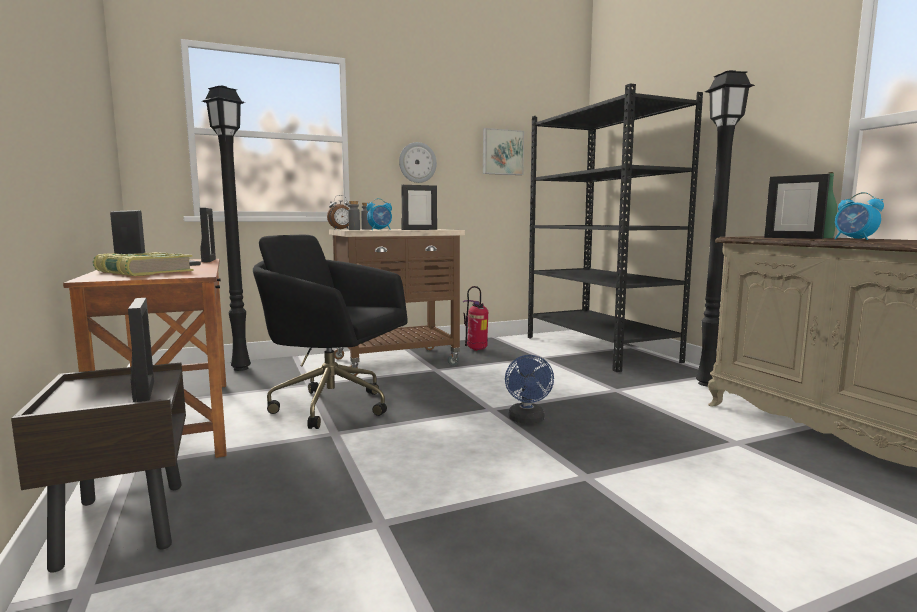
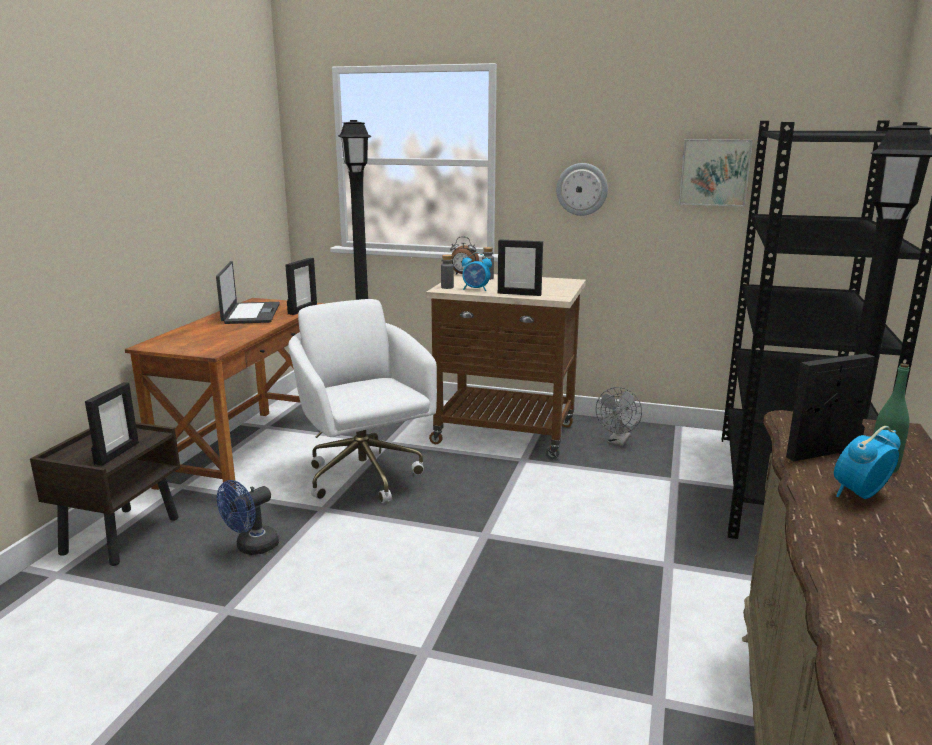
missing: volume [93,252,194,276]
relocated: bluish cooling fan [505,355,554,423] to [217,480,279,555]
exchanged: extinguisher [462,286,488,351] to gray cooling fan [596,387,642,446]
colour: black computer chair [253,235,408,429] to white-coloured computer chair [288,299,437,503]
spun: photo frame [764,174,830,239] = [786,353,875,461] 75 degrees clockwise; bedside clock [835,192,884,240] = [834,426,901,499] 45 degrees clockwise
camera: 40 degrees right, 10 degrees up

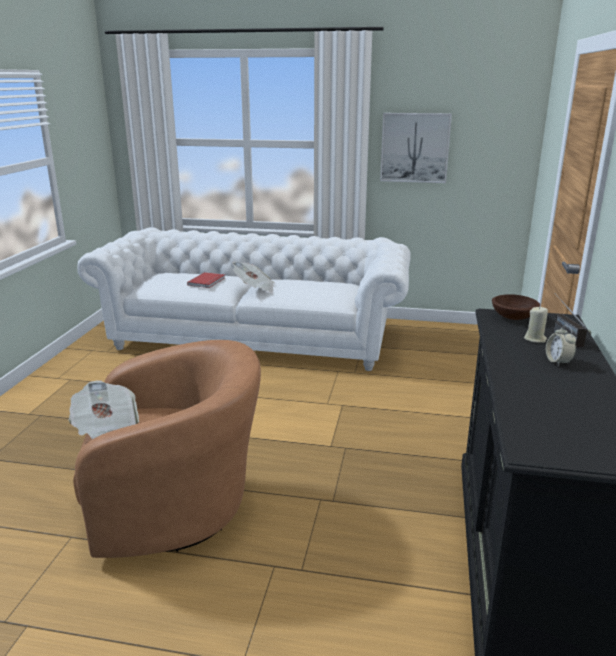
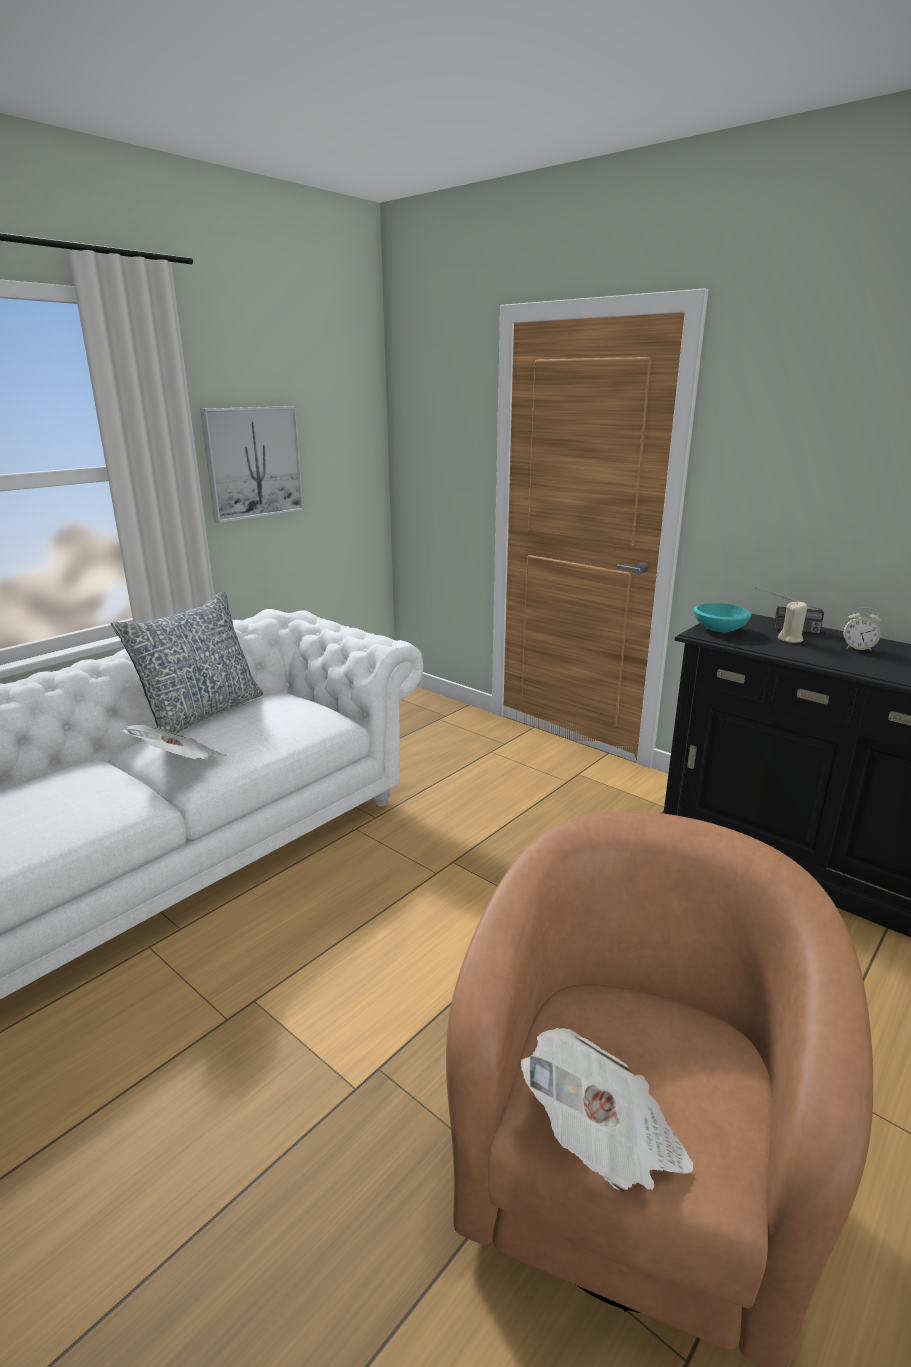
missing: reddish volume [187,272,225,288]
appeared: cushion [111,591,263,734]
colour: brown deep dish [492,294,540,320] to blue-green deep dish [694,603,752,632]
camera: 60 degrees left, 0 degrees up

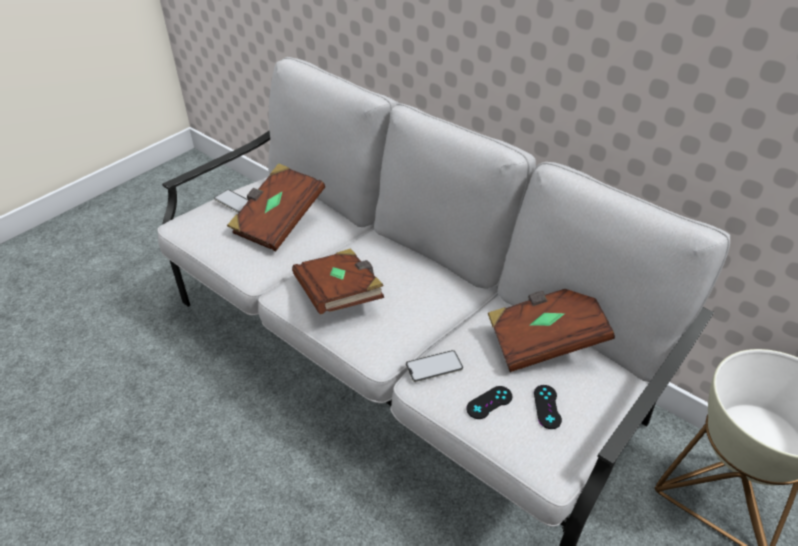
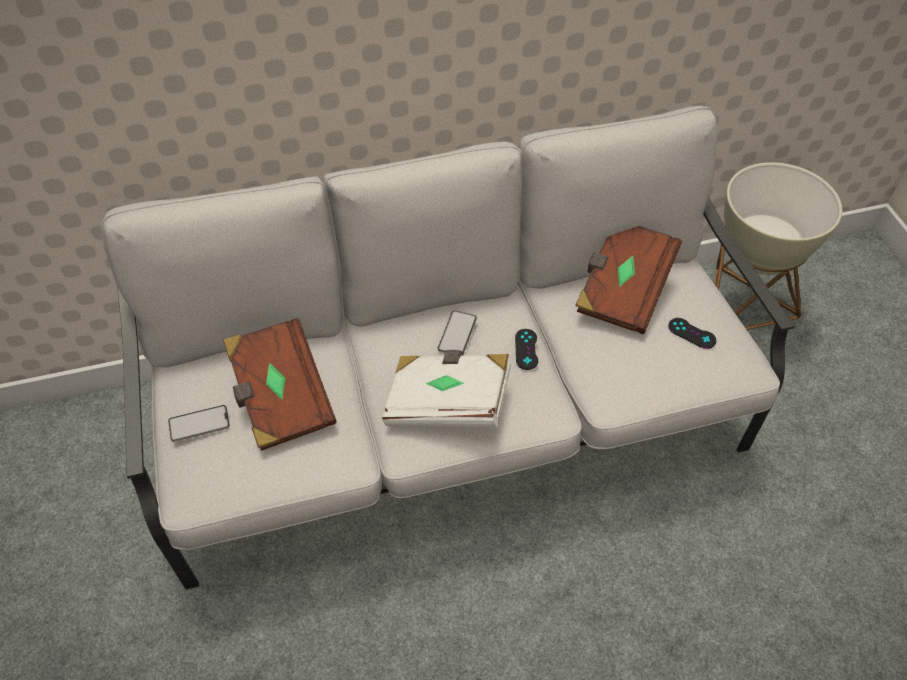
relocated: handset [406,350,463,382] to [437,311,477,354]; black gamepad [466,386,512,419] to [515,329,538,370]
colour: brown volume [292,248,384,315] to white-coloured volume [382,350,511,427]
camera: 55 degrees left, 10 degrees up

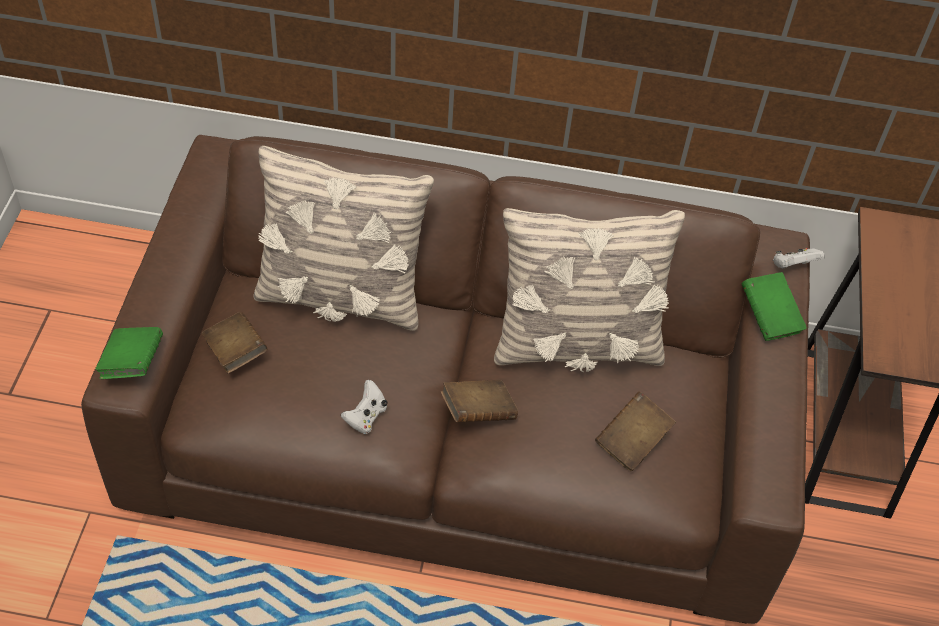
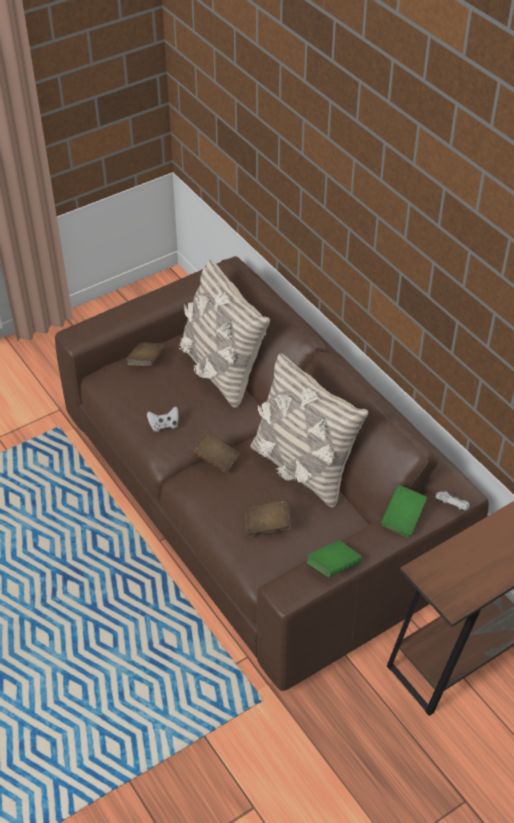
relocated: green-coloured volume [95,327,163,379] to [307,541,362,577]
camera: 50 degrees right, 5 degrees down

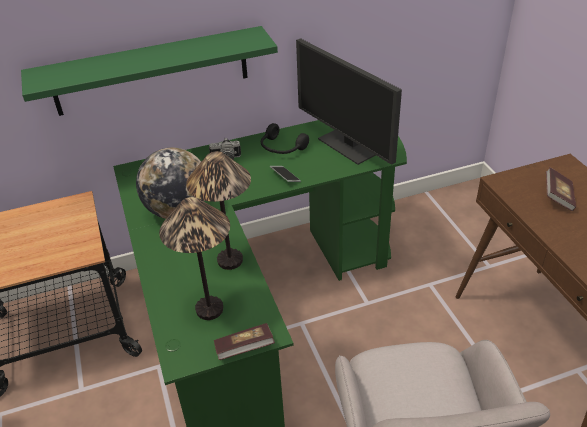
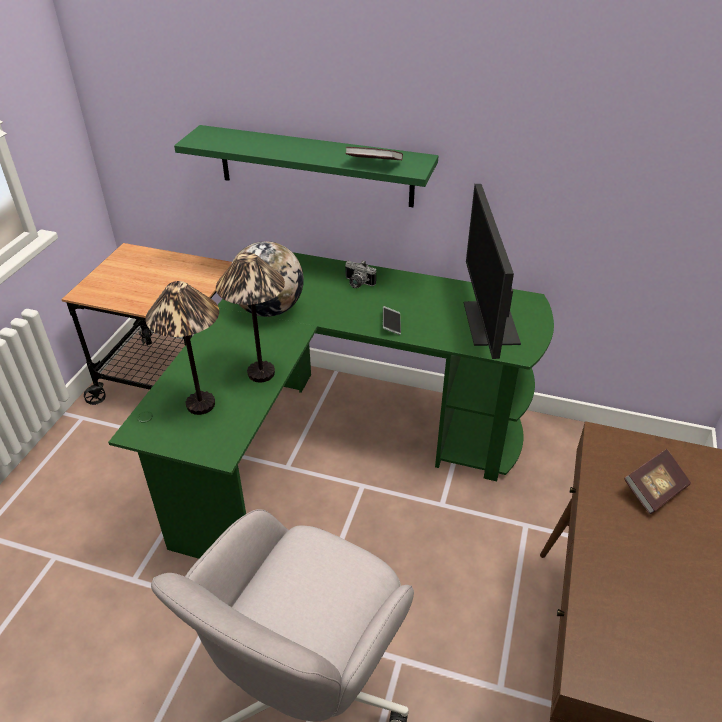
missing: black pair of headphones [261,123,309,154]
relocated: volume [214,323,275,360] to [346,147,403,160]
camera: 35 degrees right, 0 degrees up

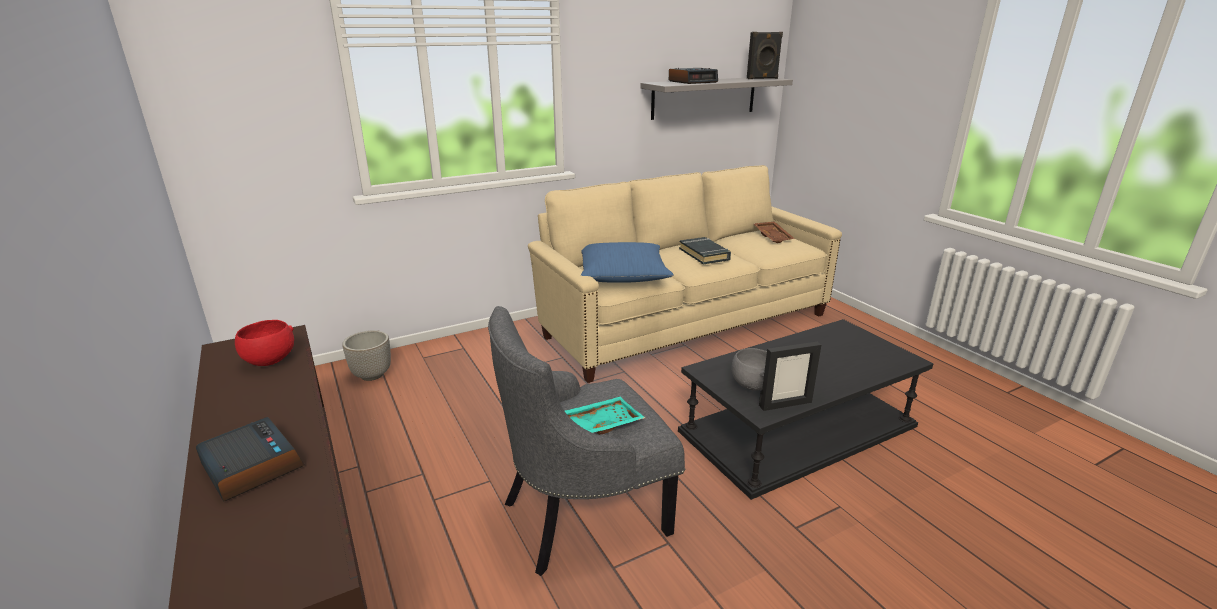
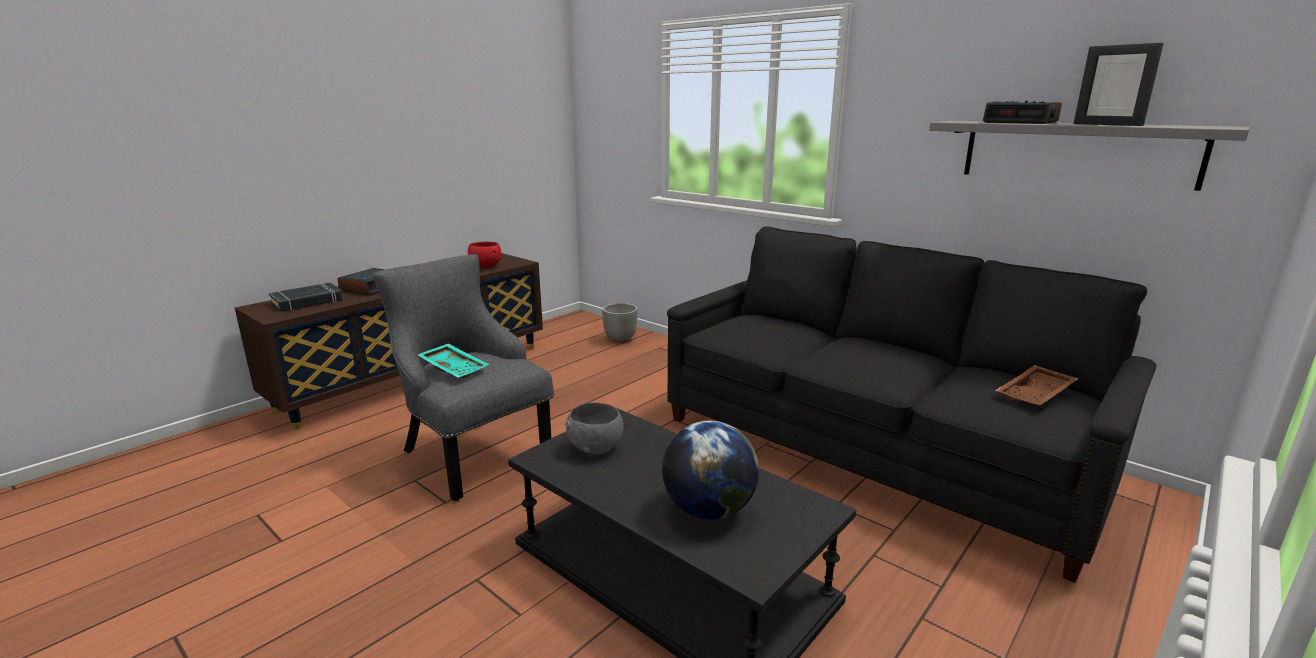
missing: bluish cushion [581,242,674,283]; black audio speaker [747,32,783,79]
appeared: world globe [662,421,759,520]
relocated: black volume [679,237,731,264] to [269,283,343,312]; photo frame [759,342,821,411] to [1073,43,1164,126]
colour: sand-coloured sofa [528,165,842,383] to black sofa [667,226,1157,583]
camera: 70 degrees right, 5 degrees down

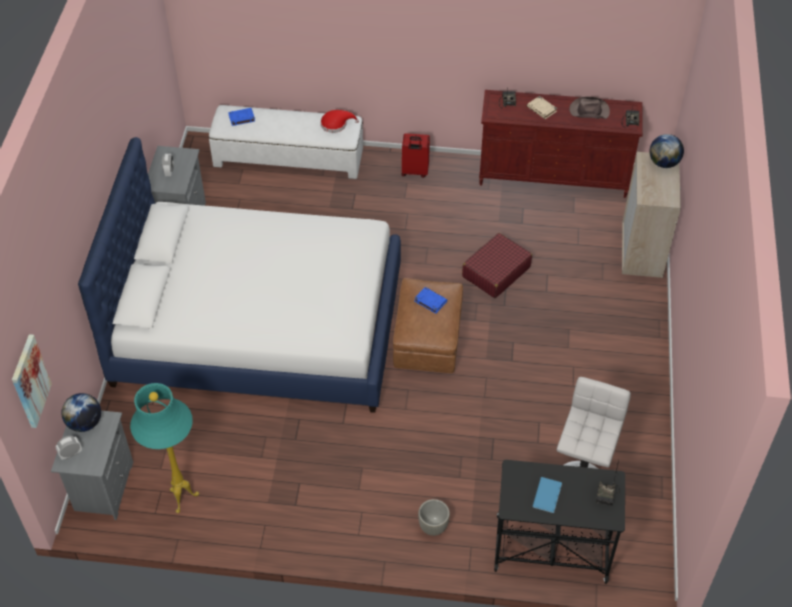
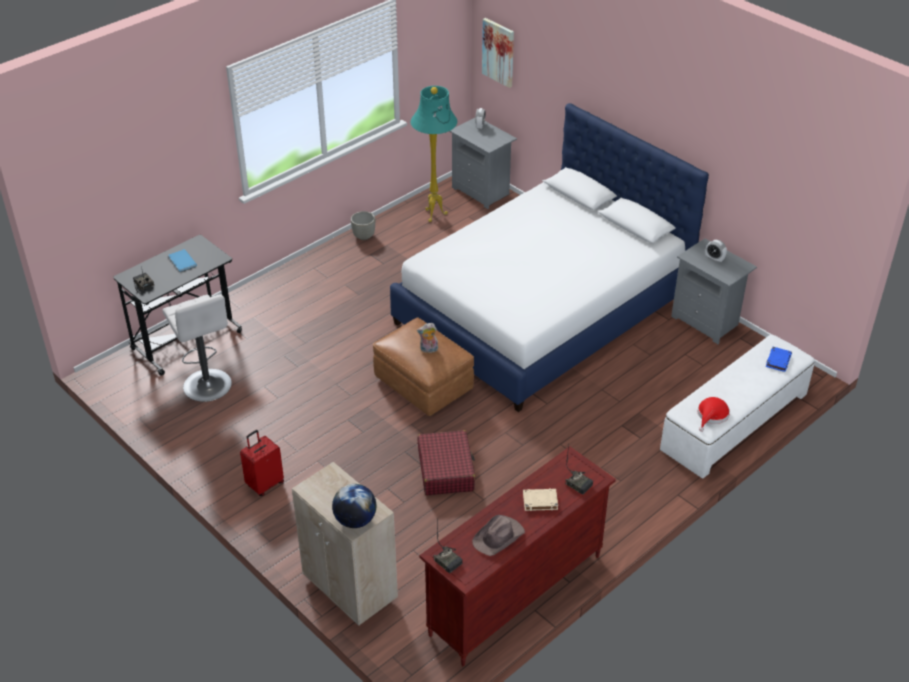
missing: world globe [61,393,101,432]
relocated: reddish suitcase [401,133,430,178] to [240,430,284,496]; gray planter [418,499,450,536] to [351,211,375,240]
exchanged: bluish volume [414,287,447,314] to cuddly toy [417,323,438,353]
camera: 130 degrees right, 10 degrees down

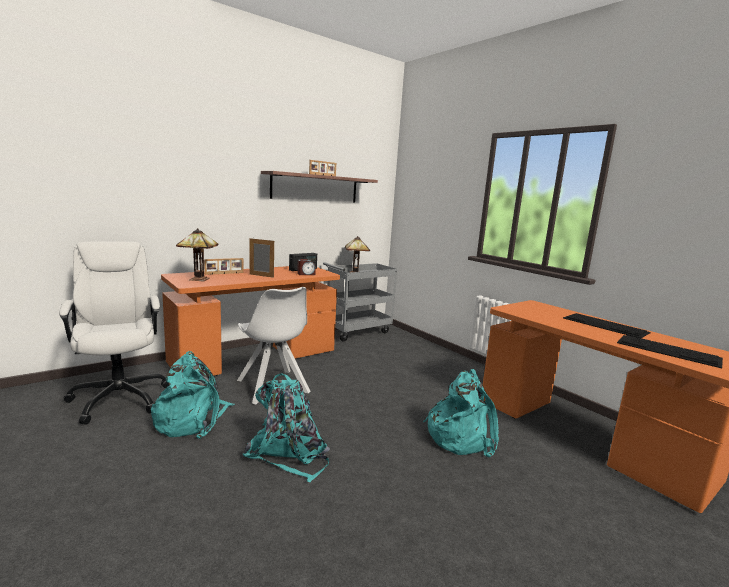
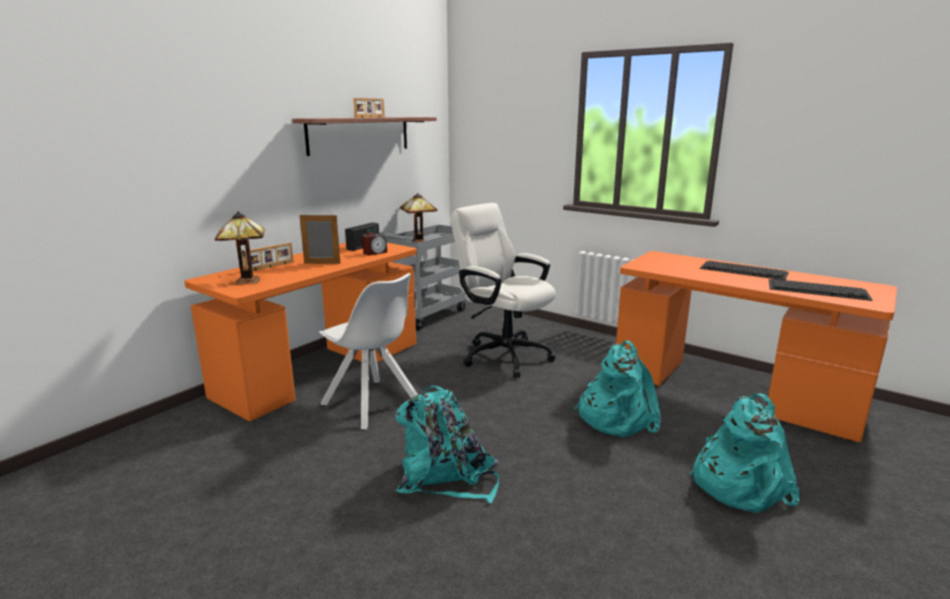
relocated: white-coloured computer chair [59,241,170,425] to [451,203,556,378]; blue-green backpack [151,351,235,439] to [689,394,800,513]
camera: 15 degrees left, 5 degrees up

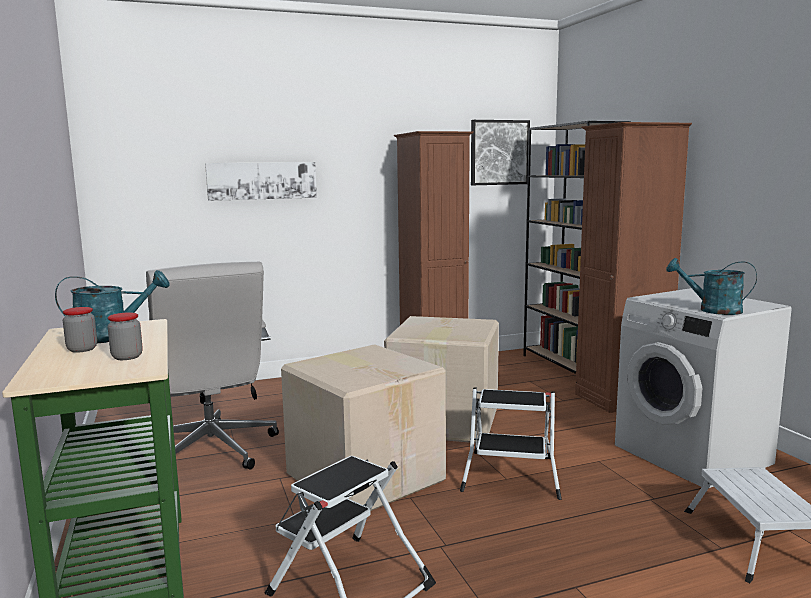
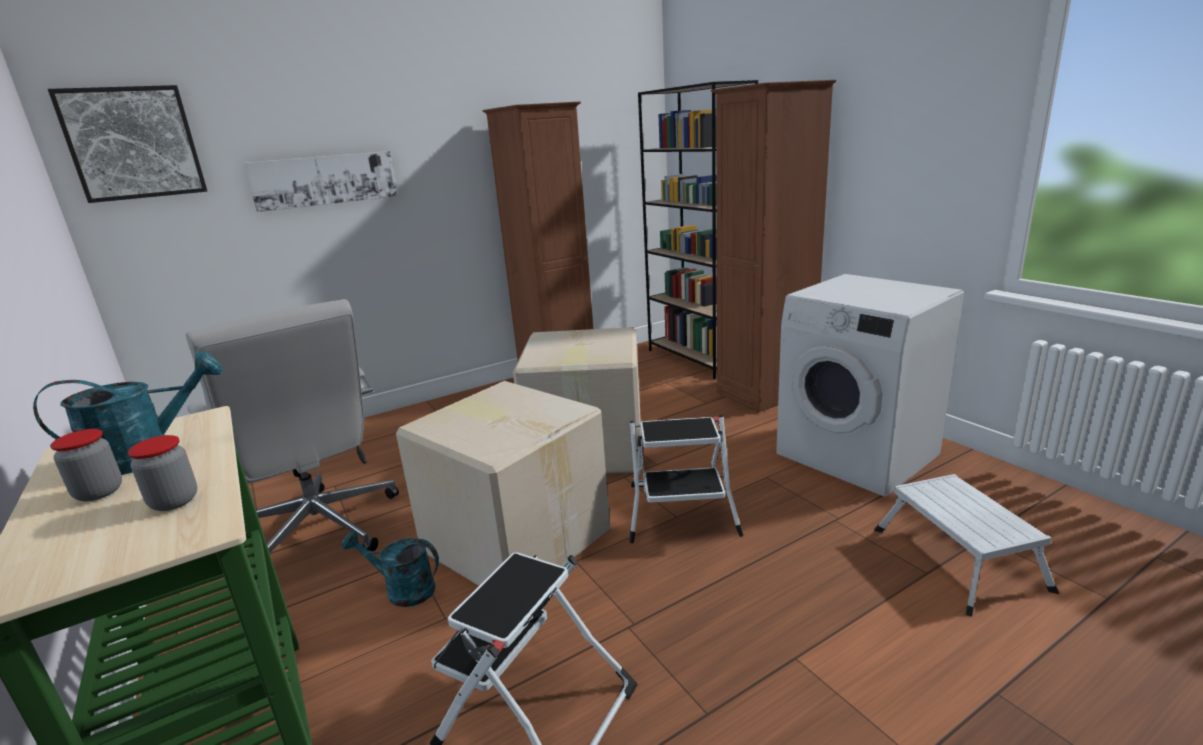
relocated: picture [471,120,530,185] to [48,85,207,203]; blue-green watering pot [666,258,757,315] to [342,531,439,607]
camera: 10 degrees left, 10 degrees up

